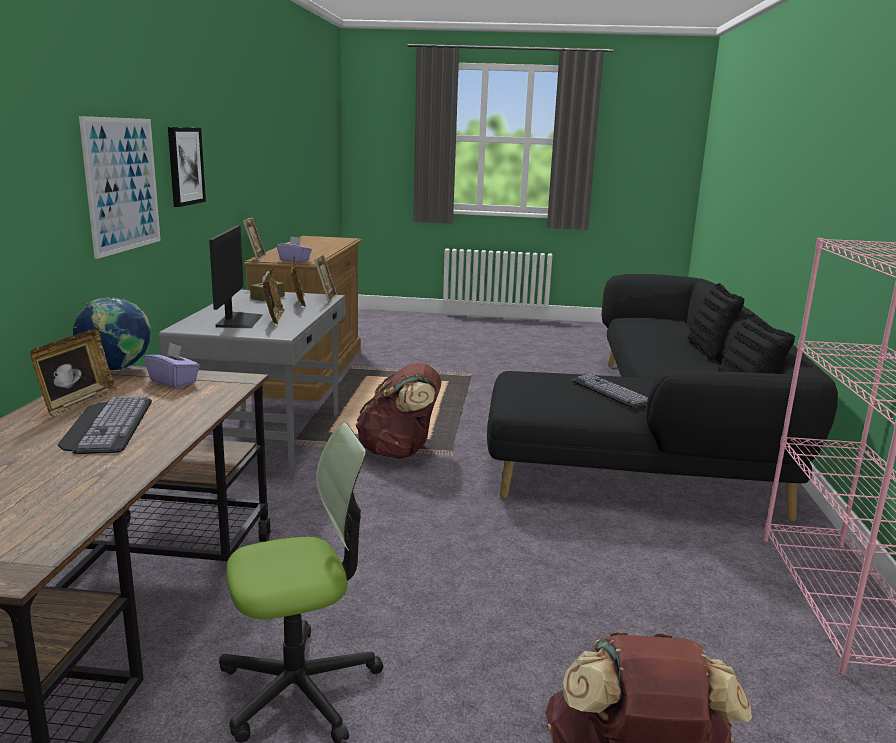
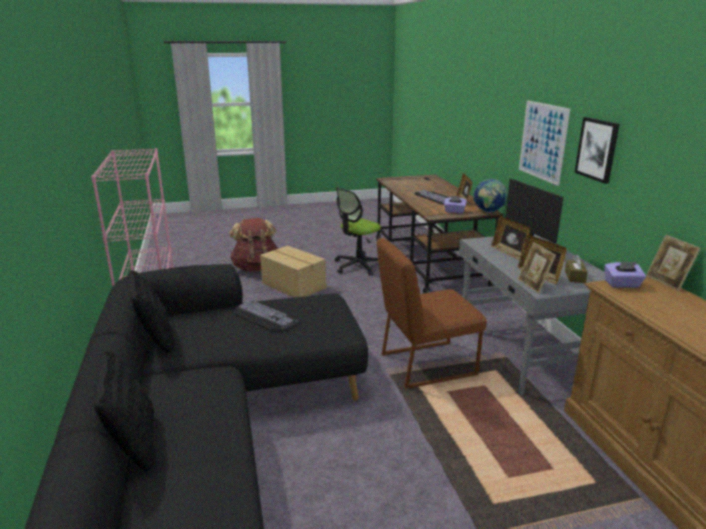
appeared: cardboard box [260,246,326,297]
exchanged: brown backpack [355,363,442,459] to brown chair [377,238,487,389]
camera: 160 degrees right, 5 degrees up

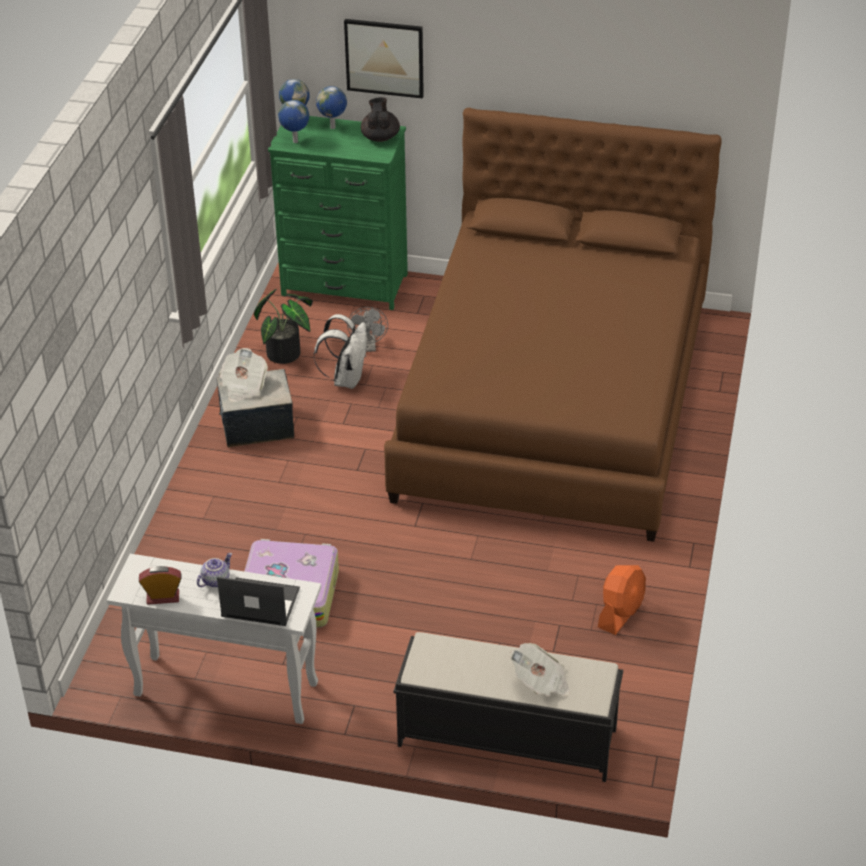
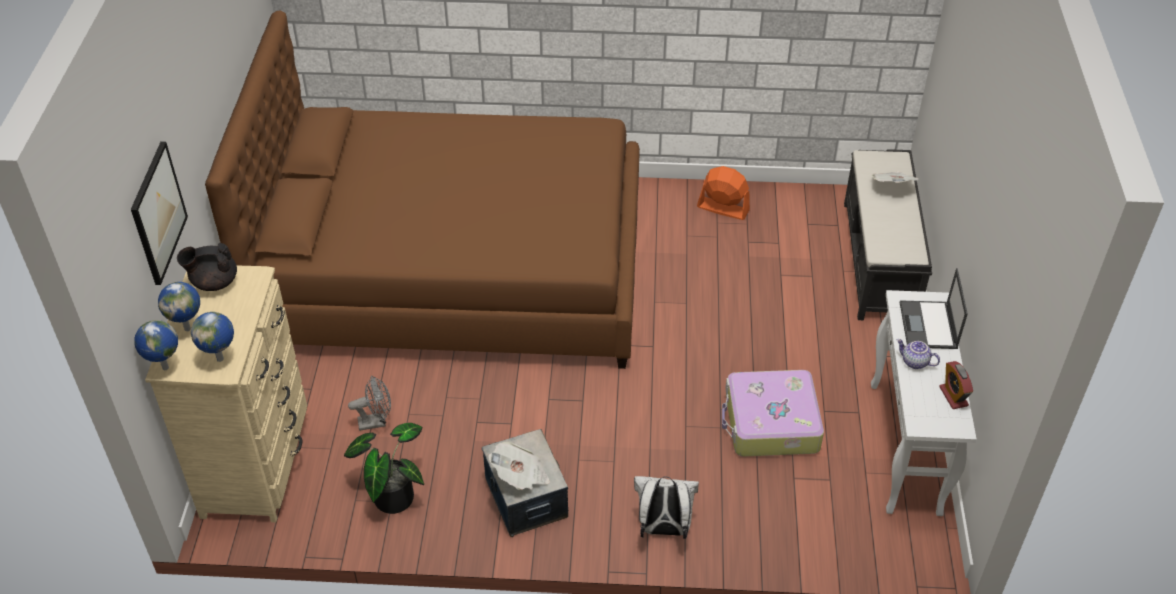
relocated: white-coloured backpack [314,314,367,389] to [634,476,699,539]
colour: green-coloured drawer chest [268,116,408,310] to sand-coloured drawer chest [145,266,307,522]
camera: 100 degrees left, 5 degrees up

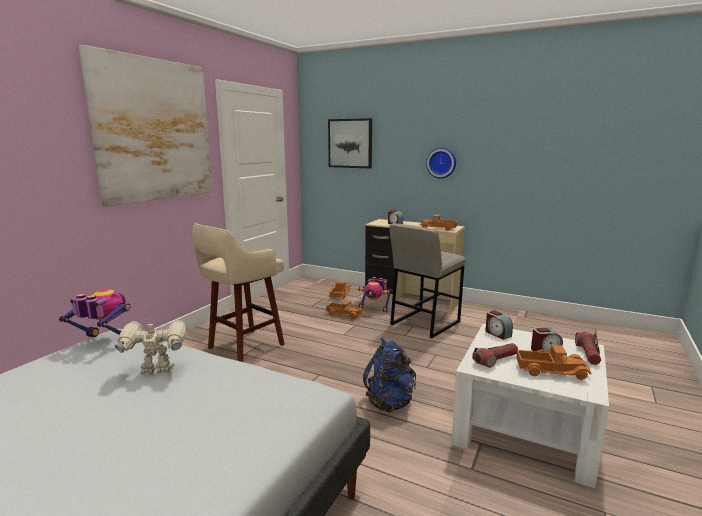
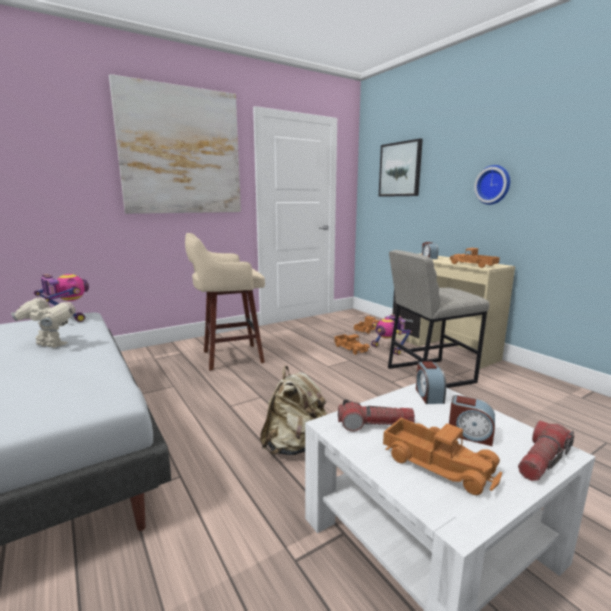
colour: bluish backpack [363,337,416,412] to sand-coloured backpack [260,366,328,455]
camera: 30 degrees right, 0 degrees up

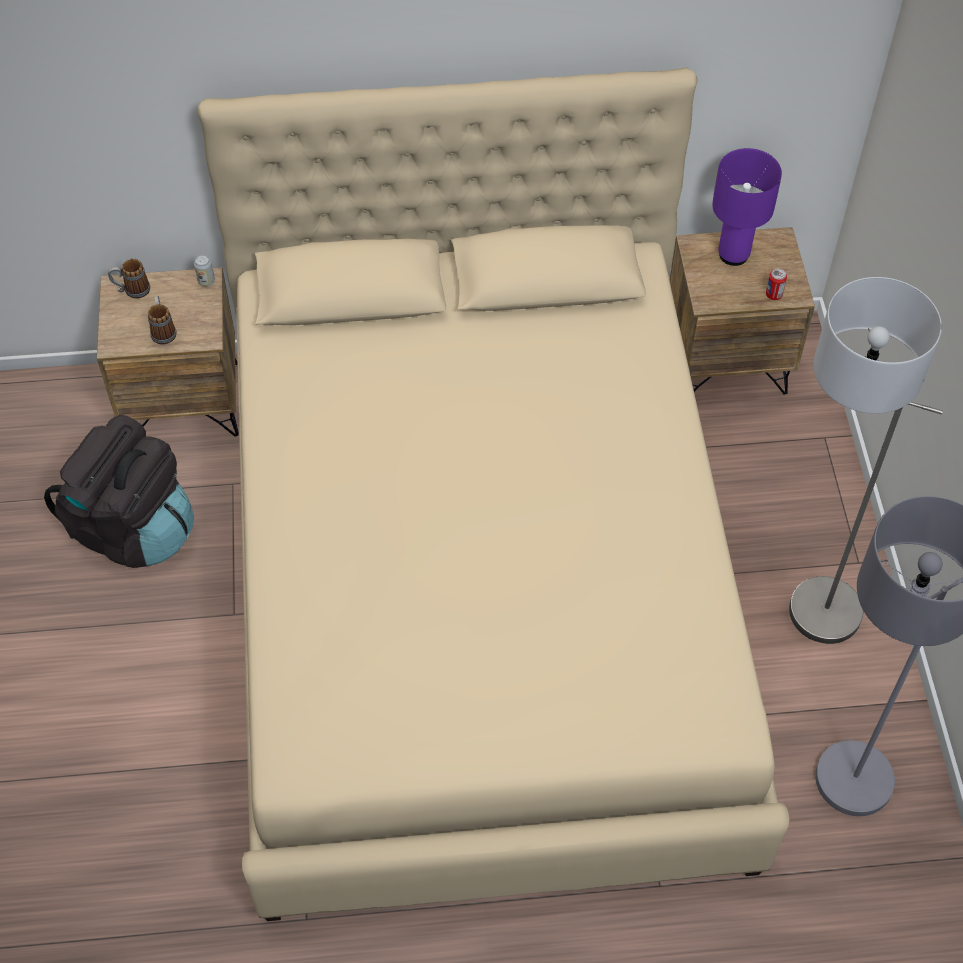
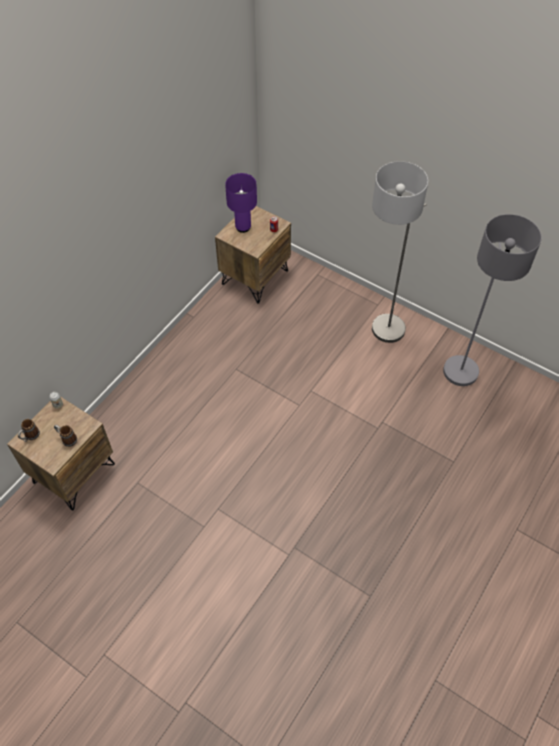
missing: black backpack [44,415,194,568]; sand-coloured sleeping bed [197,67,790,921]
camera: 50 degrees left, 0 degrees up

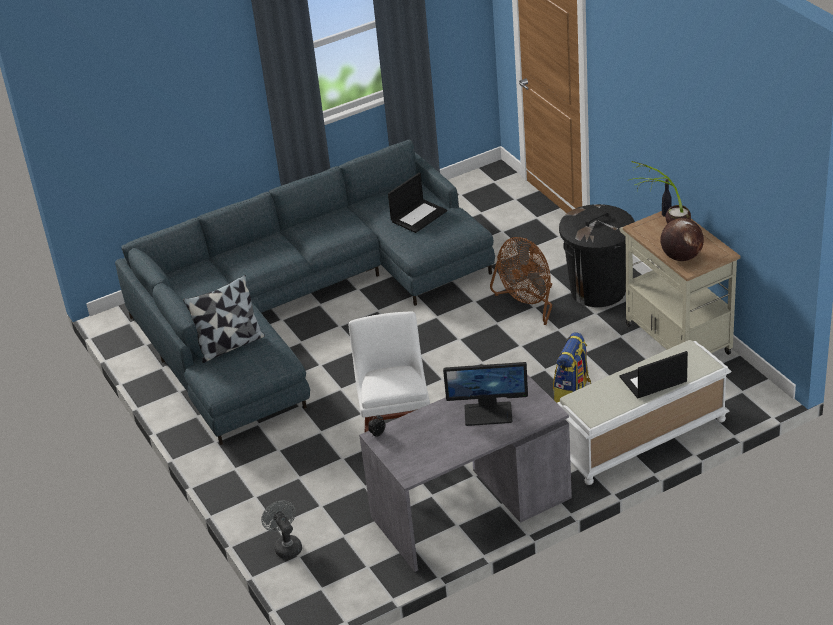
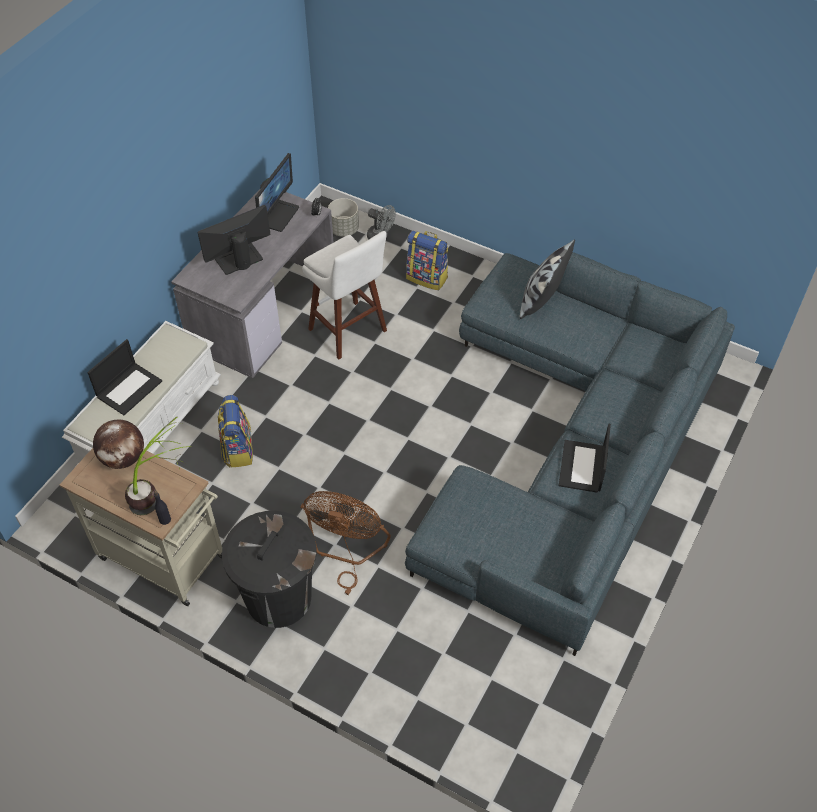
appeared: monitor [255,153,299,232]; gray planter [328,198,359,237]; backpack [406,230,448,290]
relocated: portable computer [388,172,447,233] to [559,424,611,493]
camera: 145 degrees right, 15 degrees up

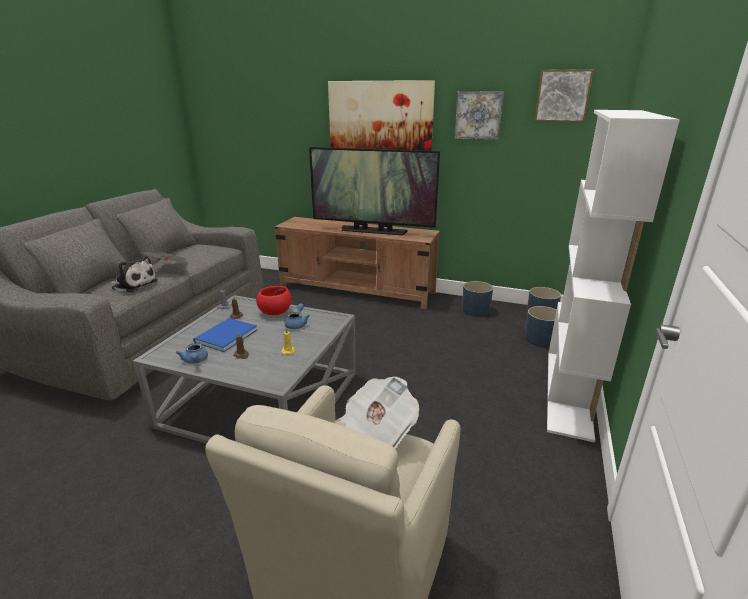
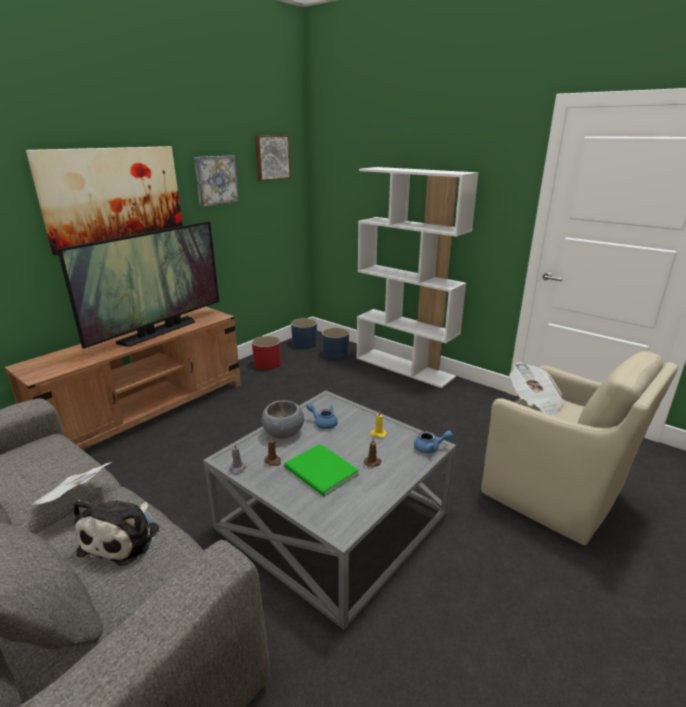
relocated: bluish teapot [176,343,208,364] to [414,431,453,453]
colour: bluish volume [193,318,258,352] to green-coloured volume [284,444,359,497]; reddish deep dish [256,286,291,315] to gray deep dish [262,400,304,439]; bluish planter [462,281,493,316] to reddish planter [252,336,281,370]
spun: cuddly toy [110,256,158,293] = [74,499,159,566] 150 degrees clockwise
camera: 70 degrees left, 0 degrees up

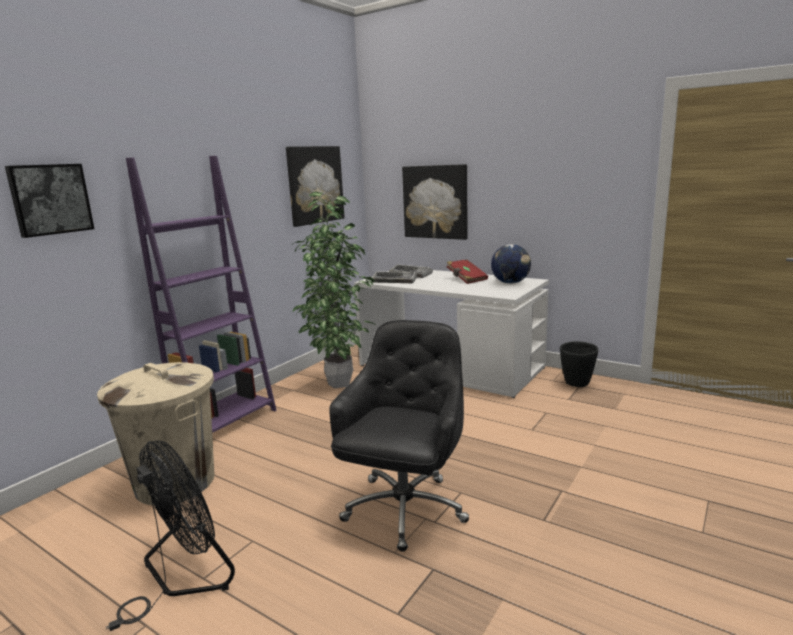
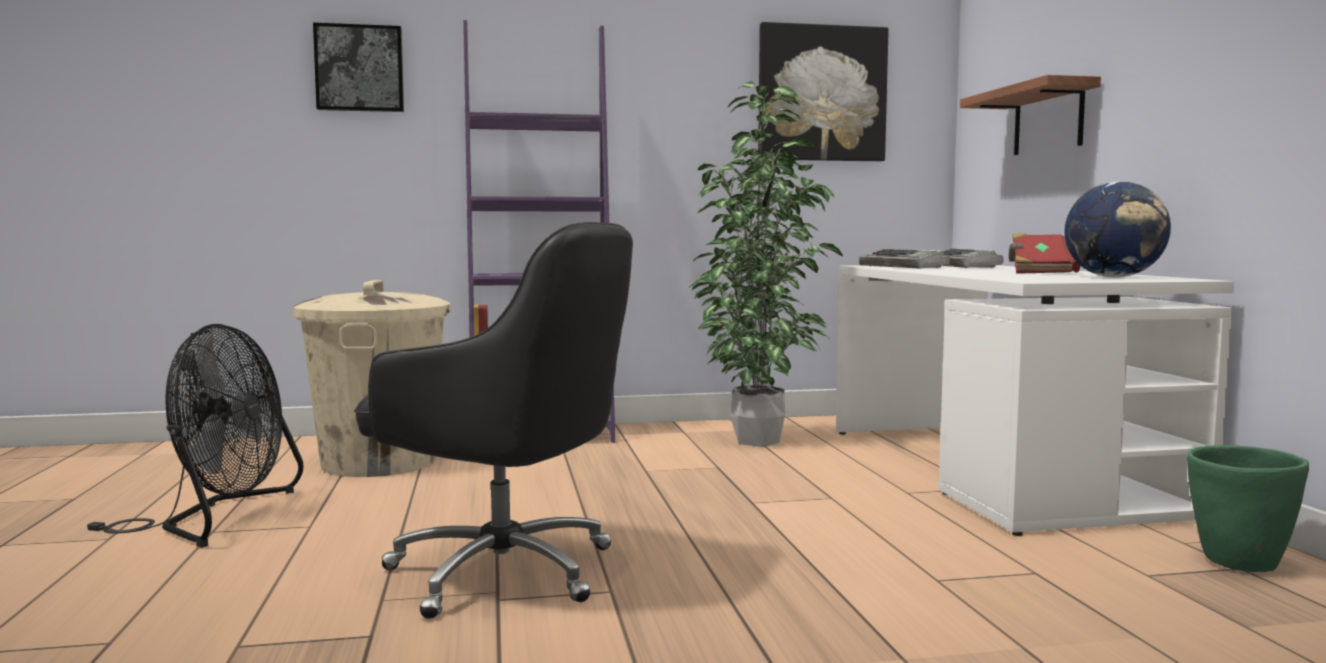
exchanged: picture [402,164,468,240] to bracket shelf [960,75,1101,155]
colour: black planter [560,341,598,387] to green-coloured planter [1187,445,1309,572]
spun: black computer chair [329,320,469,552] = [354,222,633,619] 45 degrees clockwise
camera: 45 degrees right, 10 degrees down

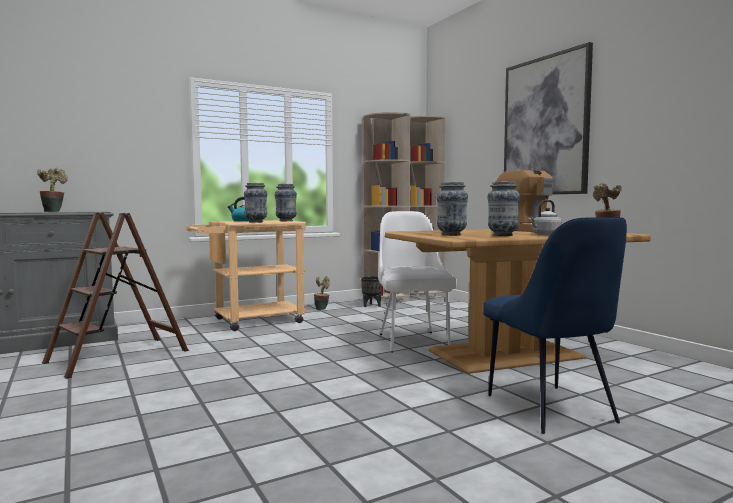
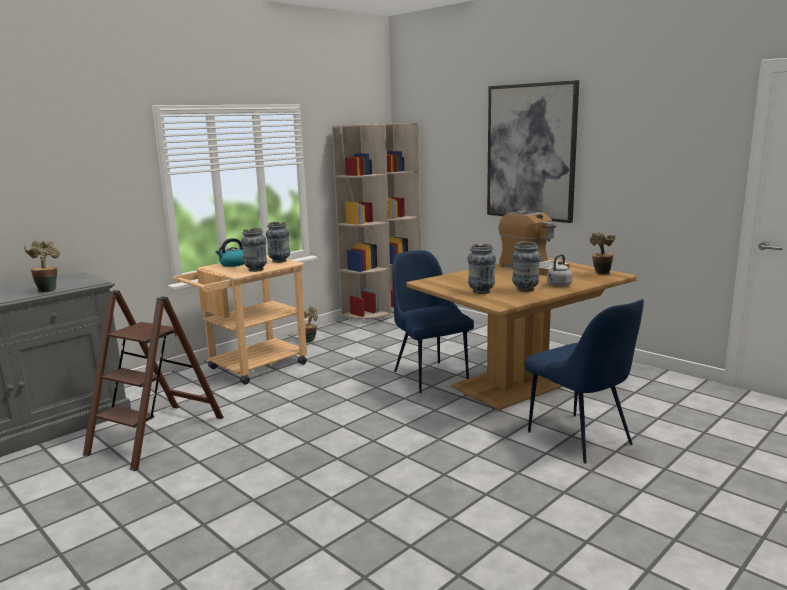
missing: black planter [361,277,382,307]
colour: white-coloured chair [378,211,457,353] to bluish chair [392,250,474,393]
camera: 15 degrees left, 10 degrees up

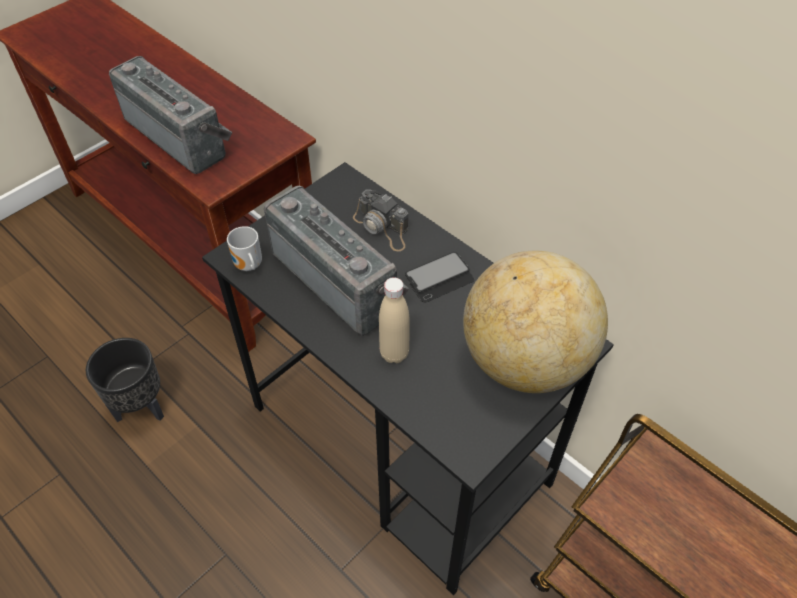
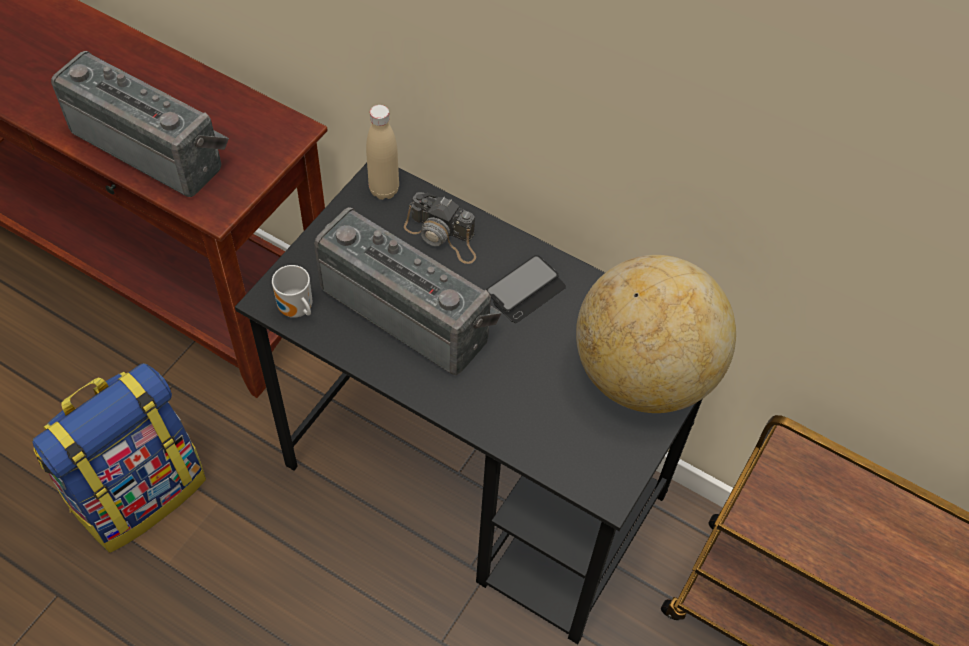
relocated: sand-coloured bottle [379,277,410,363] to [366,105,399,200]
exchanged: black planter [86,338,164,422] to backpack [32,363,206,553]
camera: 15 degrees left, 5 degrees up

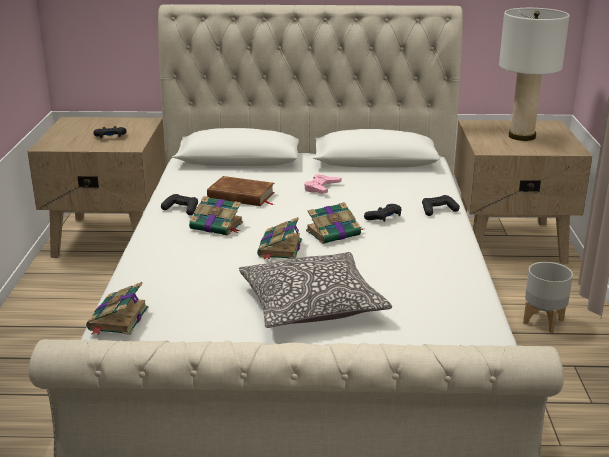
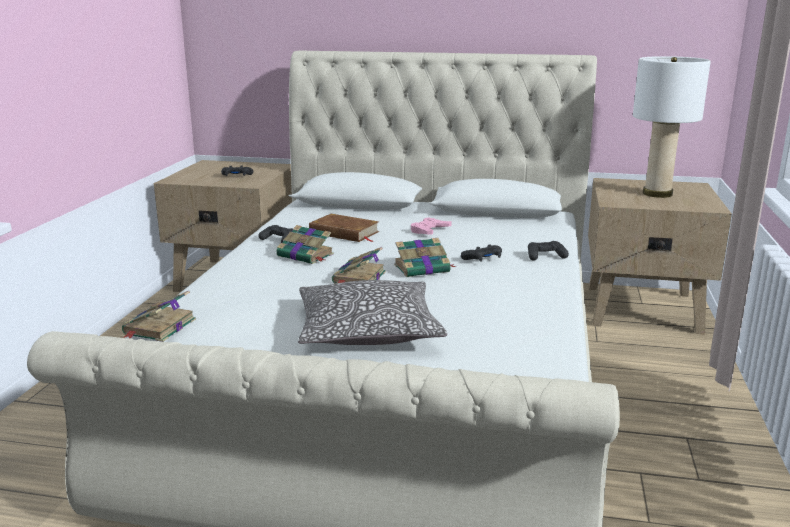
missing: gray planter [523,262,573,333]
camera: 10 degrees right, 5 degrees down

